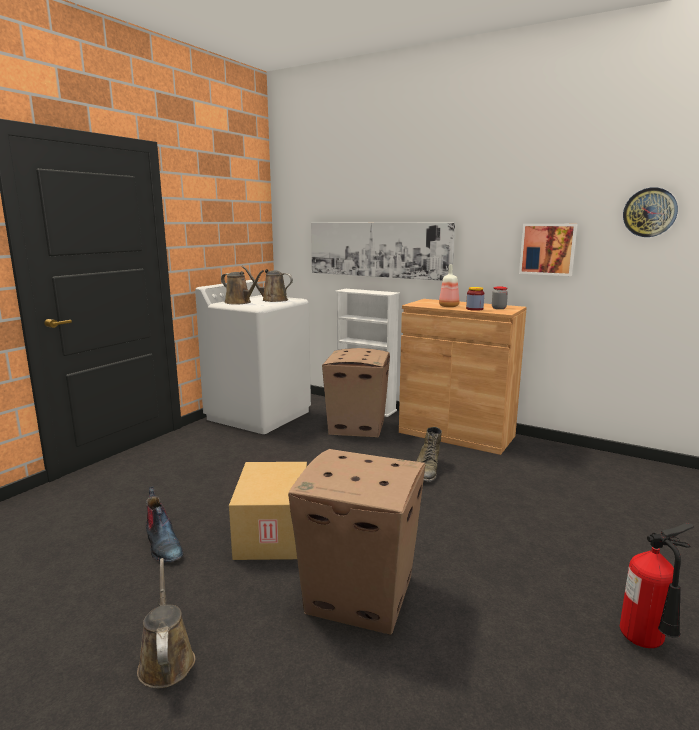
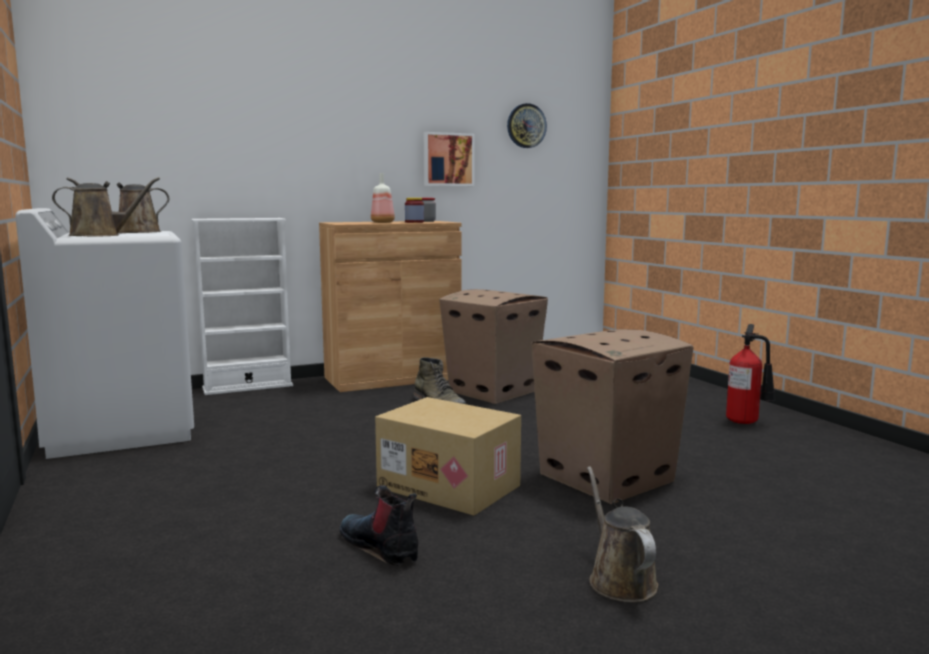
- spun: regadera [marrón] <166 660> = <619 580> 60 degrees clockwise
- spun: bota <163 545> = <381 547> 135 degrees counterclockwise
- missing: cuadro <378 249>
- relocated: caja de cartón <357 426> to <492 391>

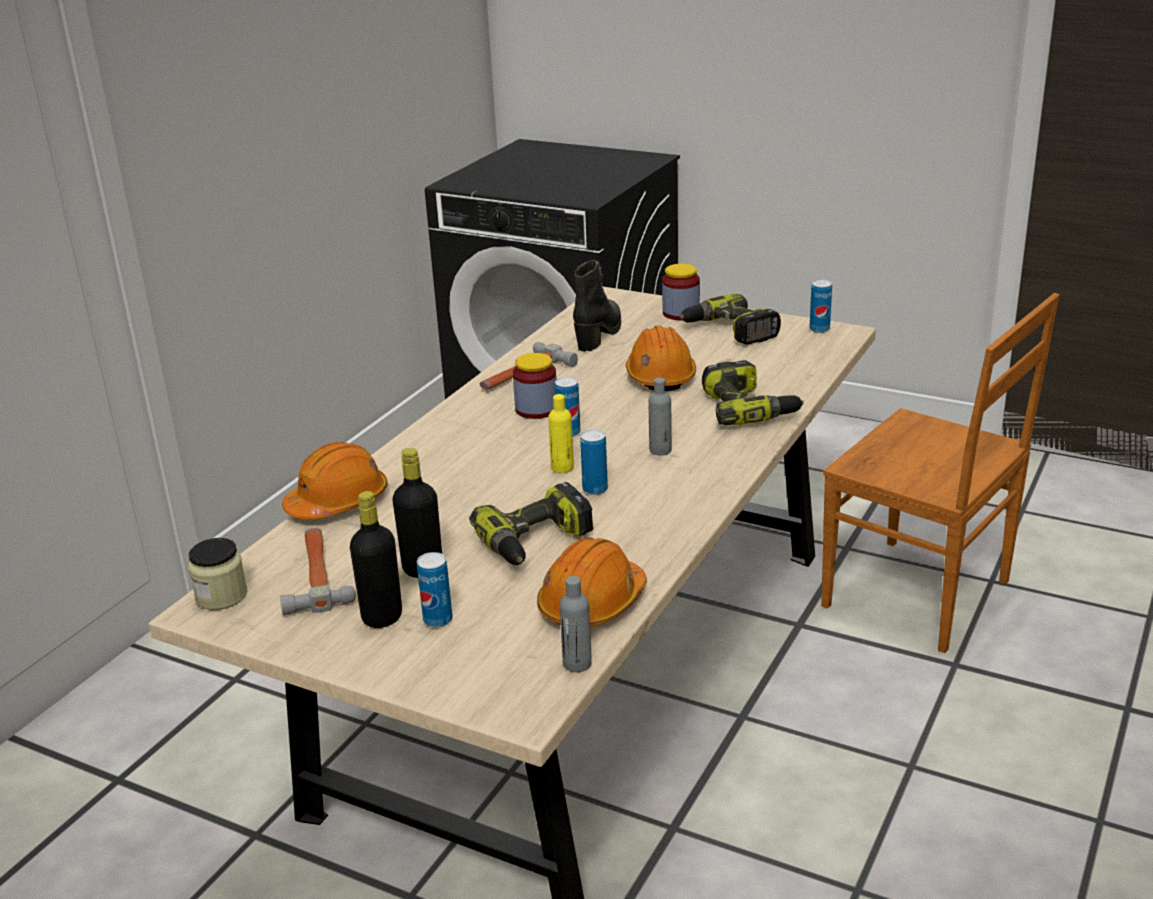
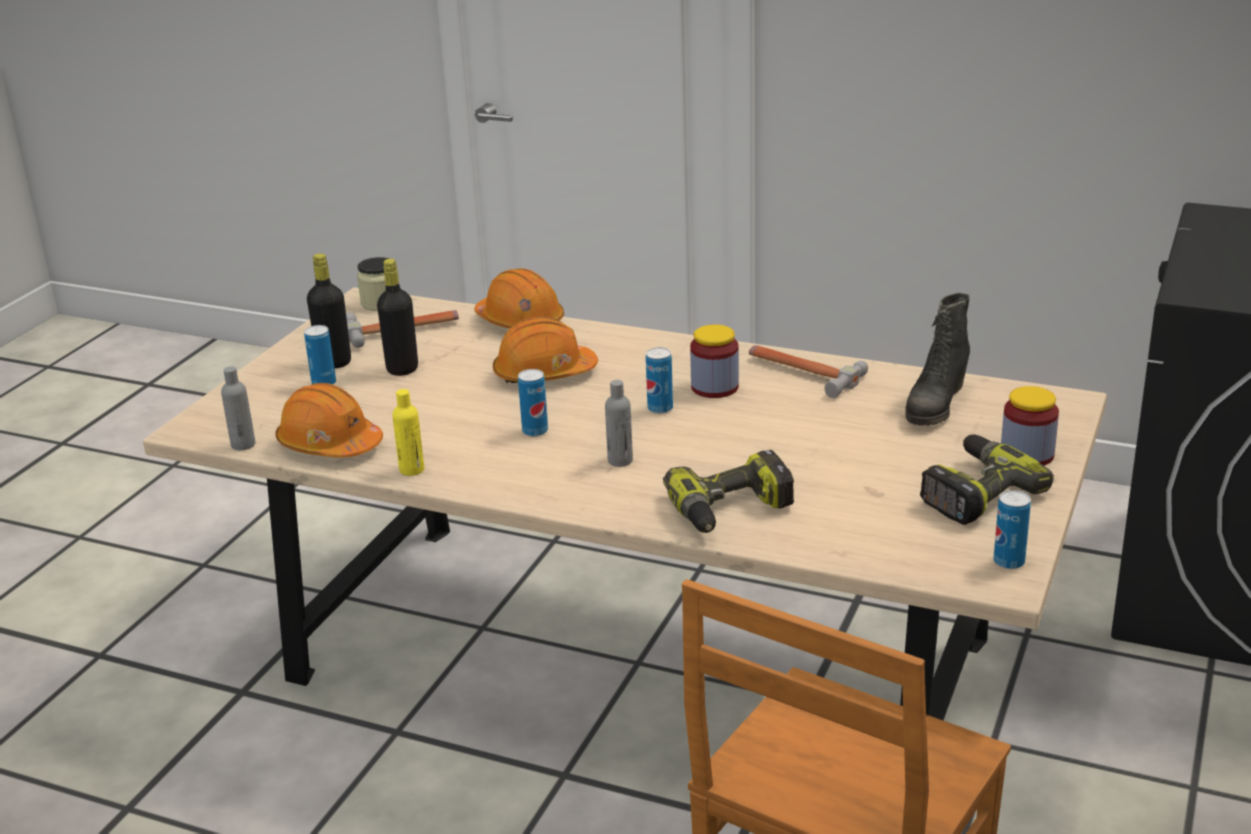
- missing: taladro <536 542>
- relocated: botella [amarillo] <562 468> to <412 470>
- spun: bota [negro] <599 334> = <935 406> 105 degrees clockwise
- relocated: casco [naranja] <660 376> to <544 373>

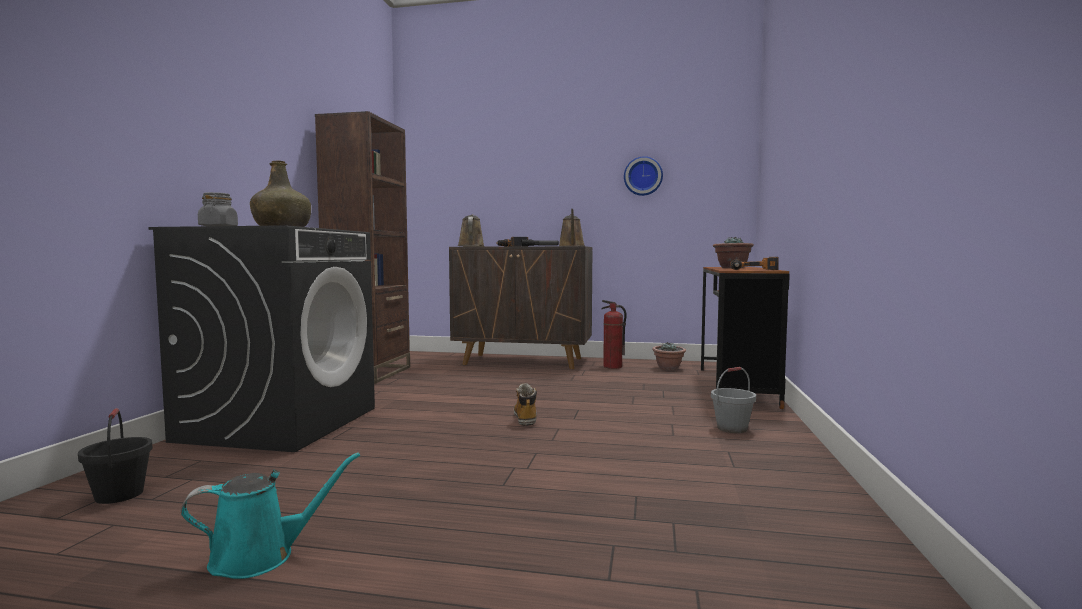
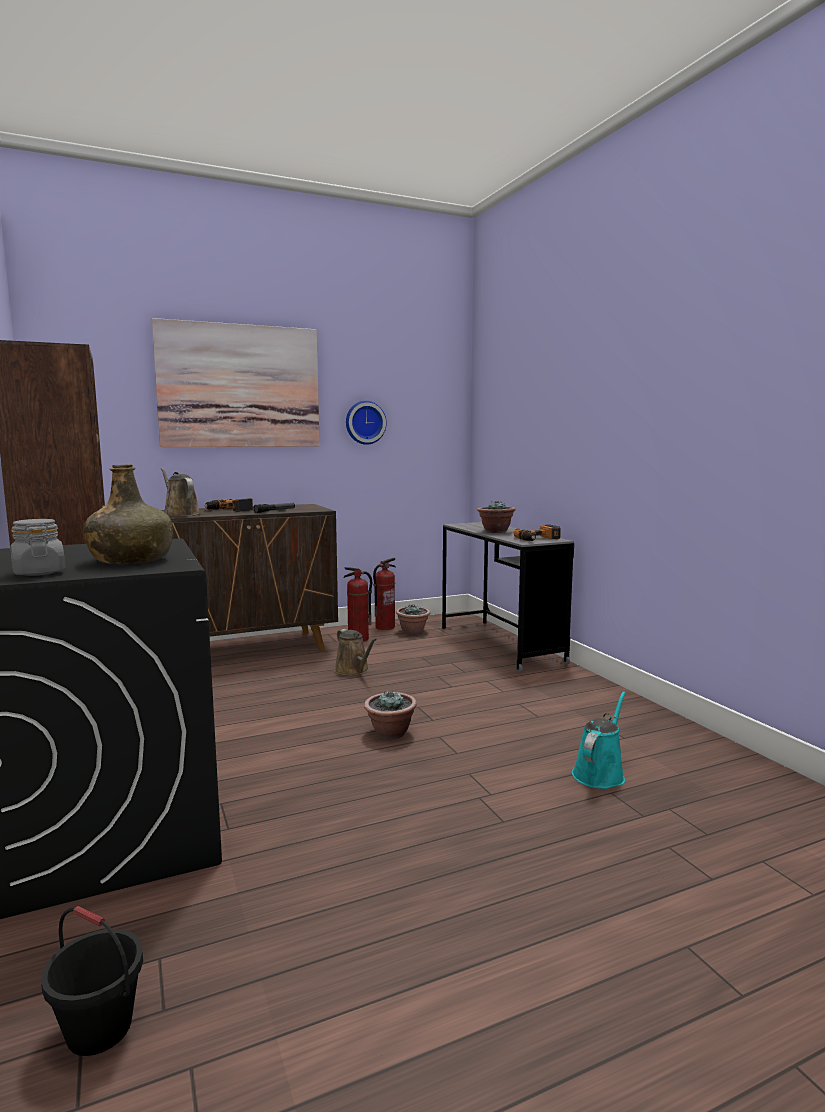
- relocated: regadera [turquesa] <261 557> to <600 773>
- exchanged: bota <525 419> to planta en maceta <390 733>
- relocated: regadera [marrón] <571 246> to <354 670>
- colour: escritorio [marrón] <736 387> to escritorio [gris] <500 644>
- missing: cubo [gris] <732 428>
- appeared: cuadro <240 386>
- appeared: extintor <385 627>

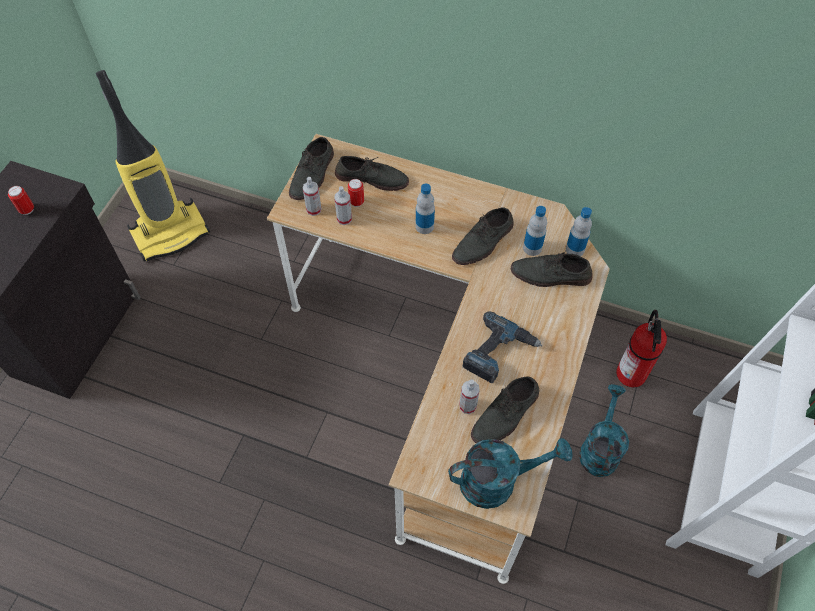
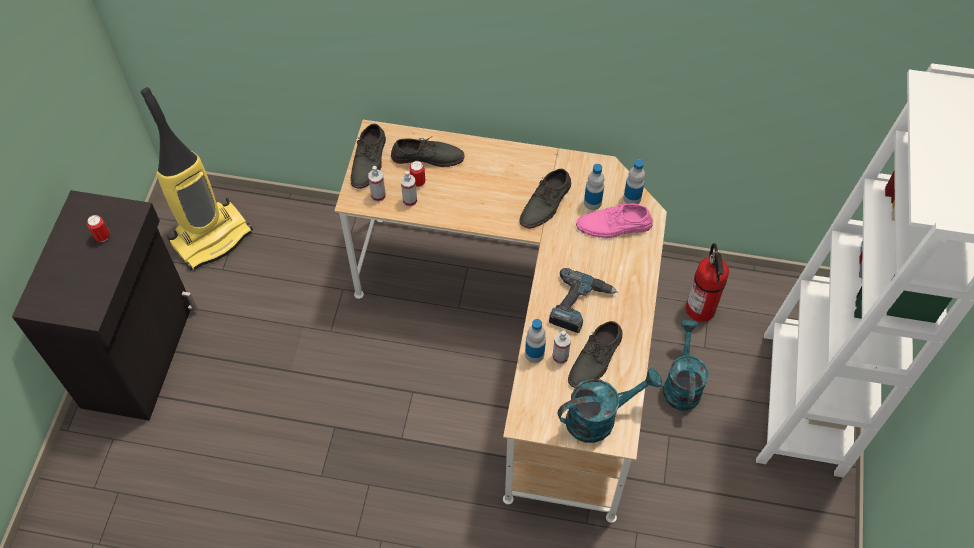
- relocated: botella <424 226> to <534 354>
- colour: zapato [gris] <550 275> to zapato [rosa] <614 226>

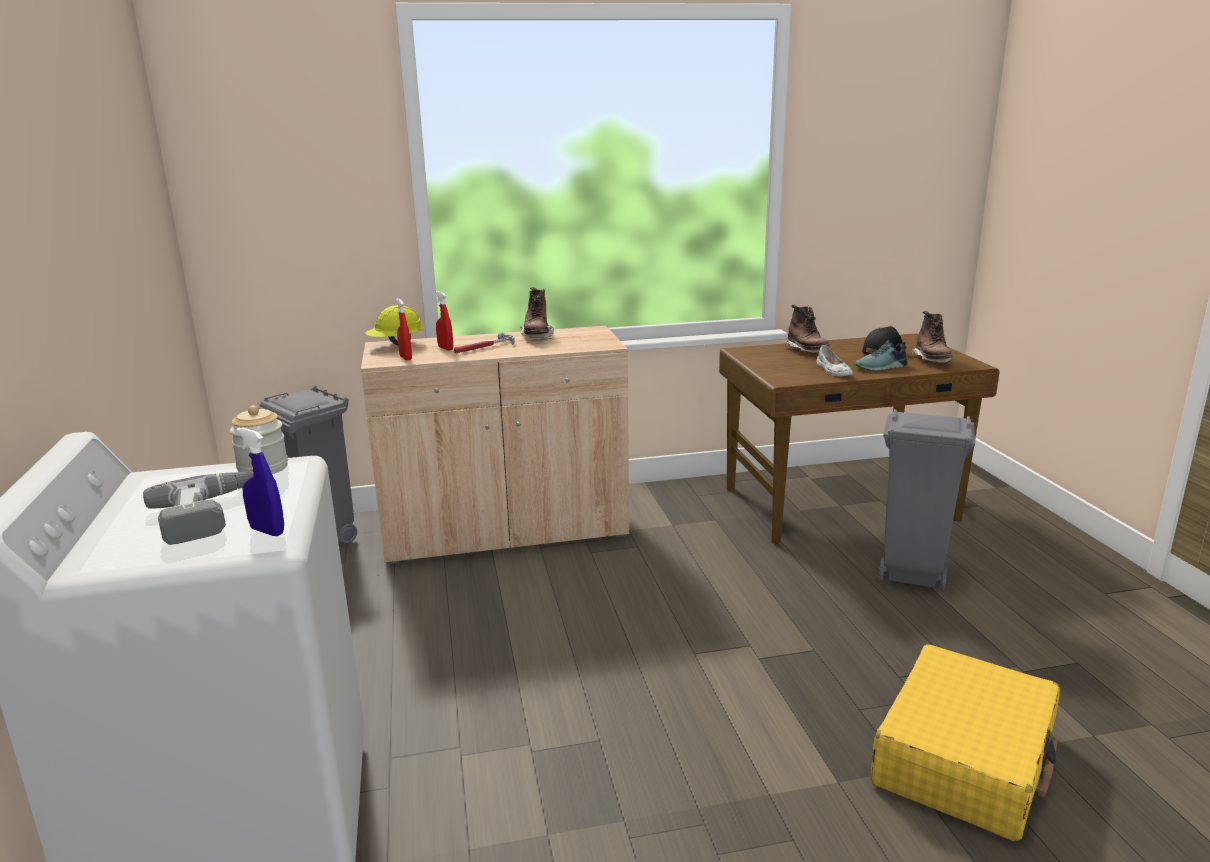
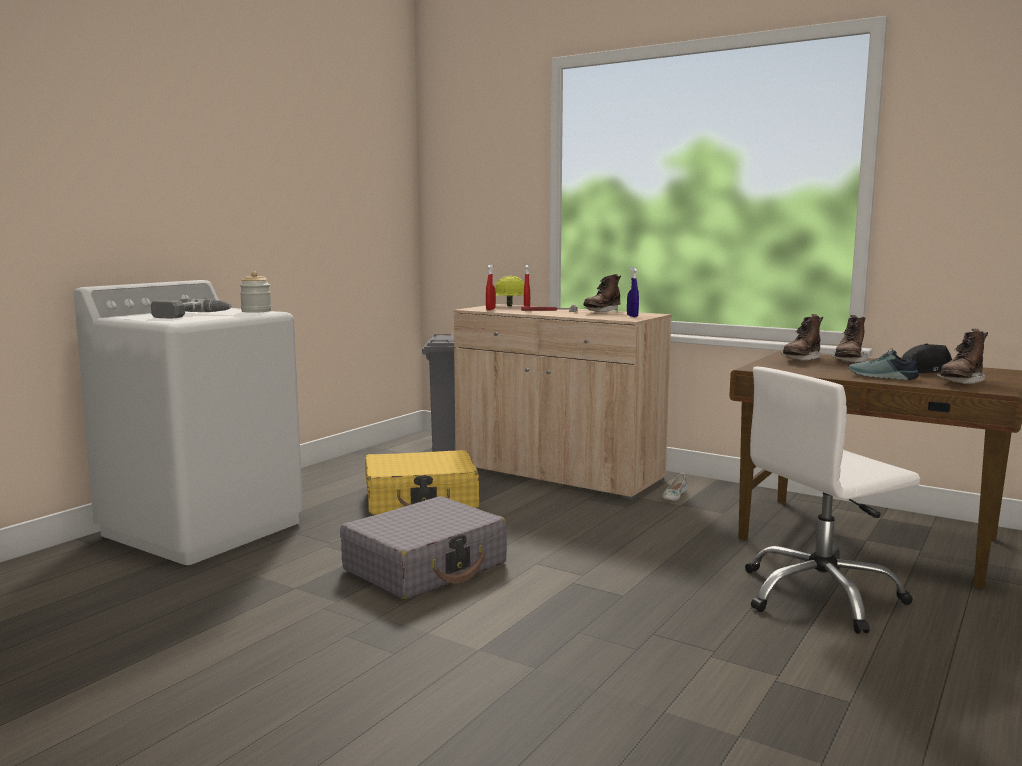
- relocated: pulverizador [azul] <267 531> to <632 316>
- relocated: zapato [blanco] <833 371> to <674 495>
- relocated: maleta [amarillo] <964 759> to <421 500>
- exchanged: papelera [gris] <910 575> to silla de oficina [blanco] <820 596>
- appeared: maleta [gris] <426 566>
- appeared: bota [marrón] <801 359>

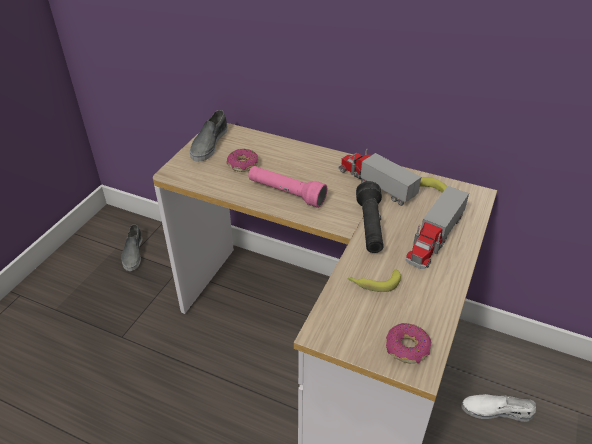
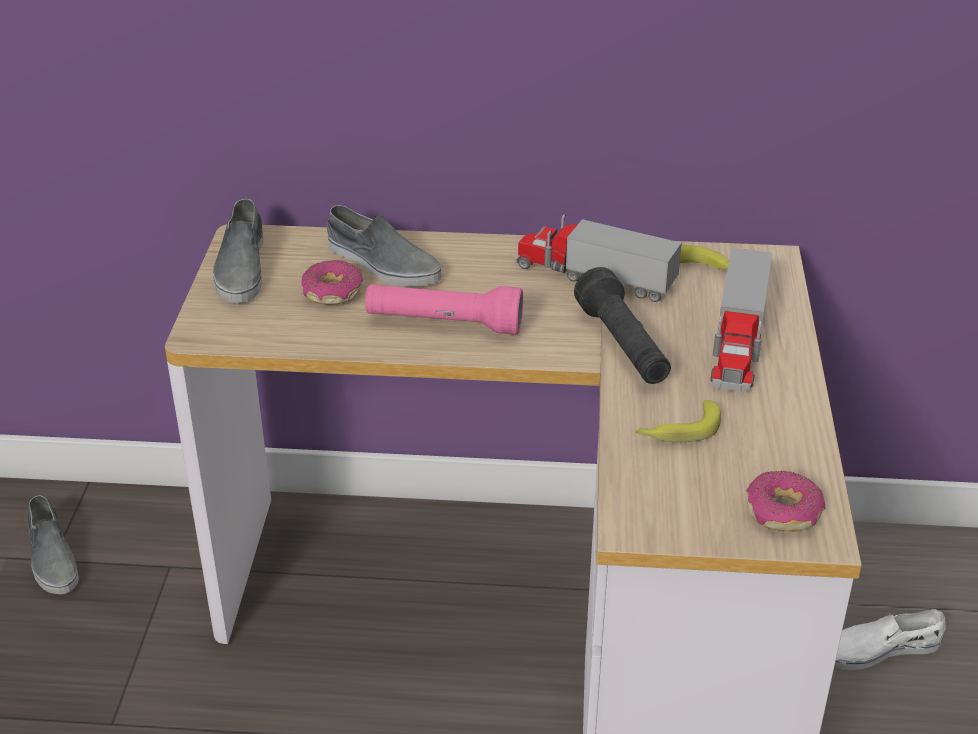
- appeared: zapato [gris] <382 264>

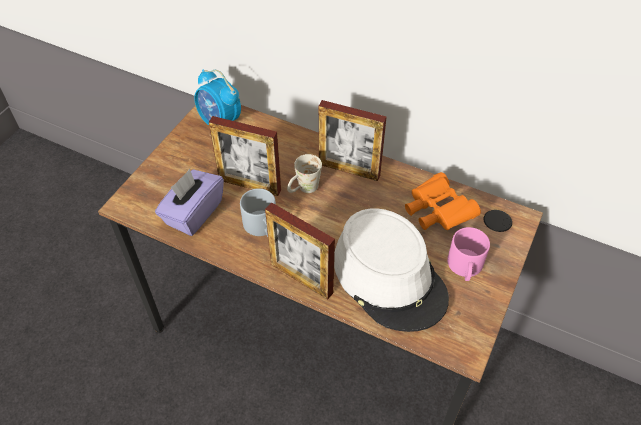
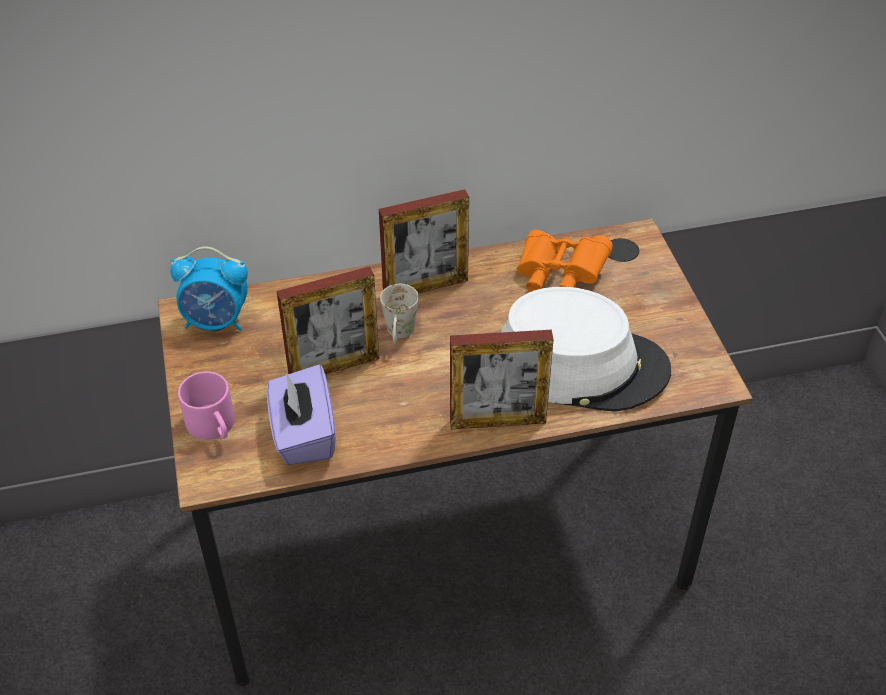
- missing: taza grande [gris] <263 227>
- relocated: taza grande [rosa] <466 267> to <215 426>

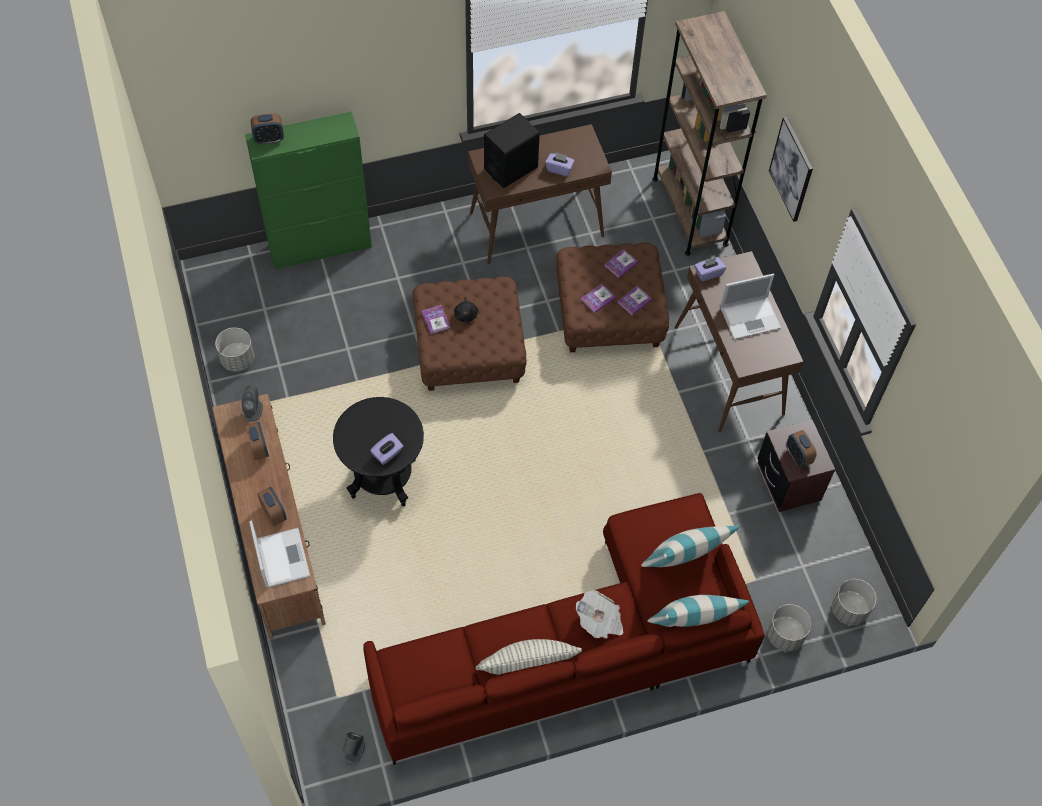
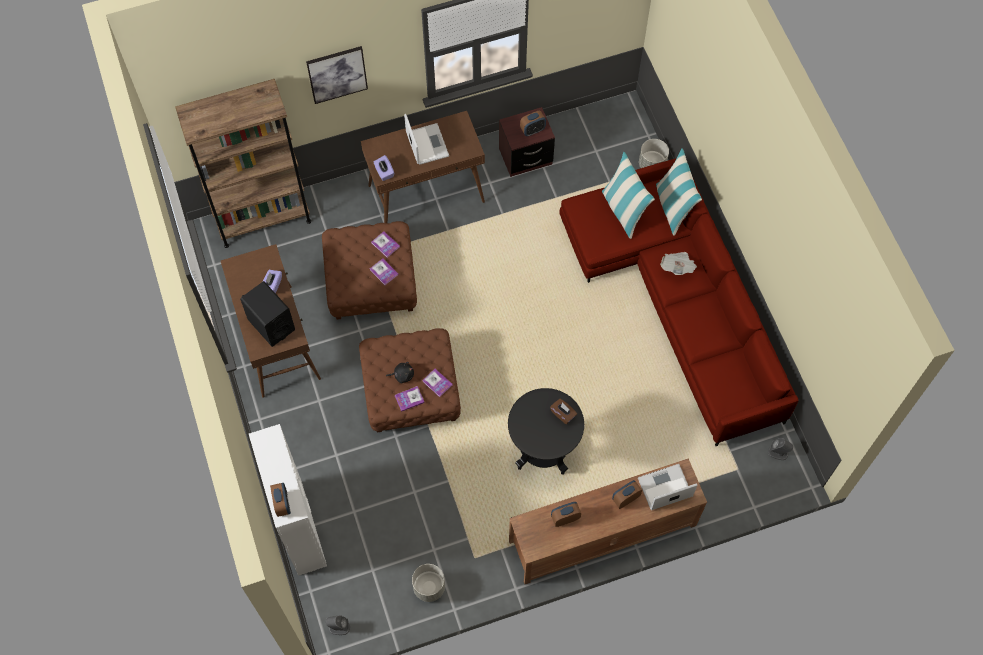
- relocated: altavoz [gris] <253 410> to <339 627>
- colour: armario [verde] <320 246> to armario [blanco] <300 527>
- colour: caja de pañuelos [morado] <387 454> to caja de pañuelos [marrón] <563 414>
- missing: cojín <527 667>
- relocated: libro <621 264> to <437 383>
- missing: maceta [gris] <849 609>

